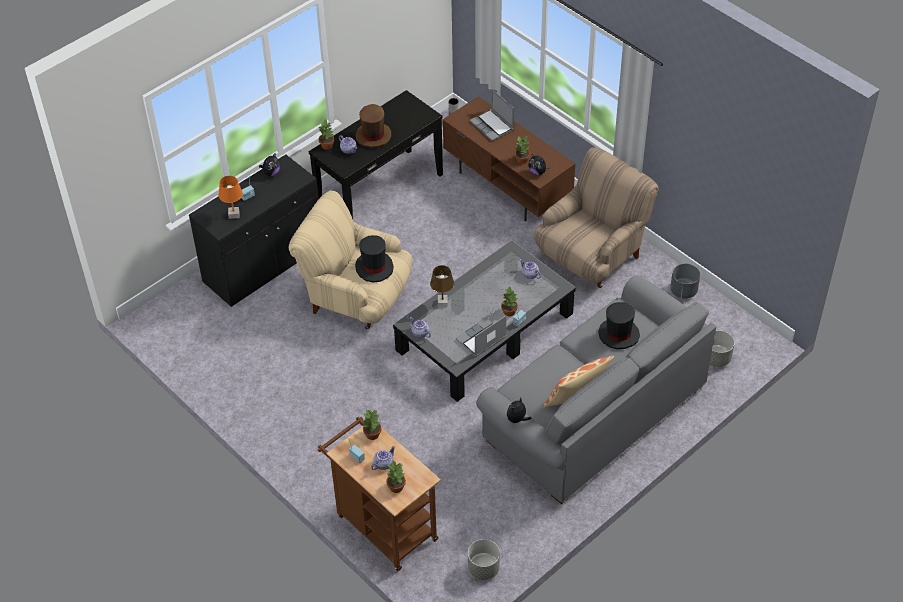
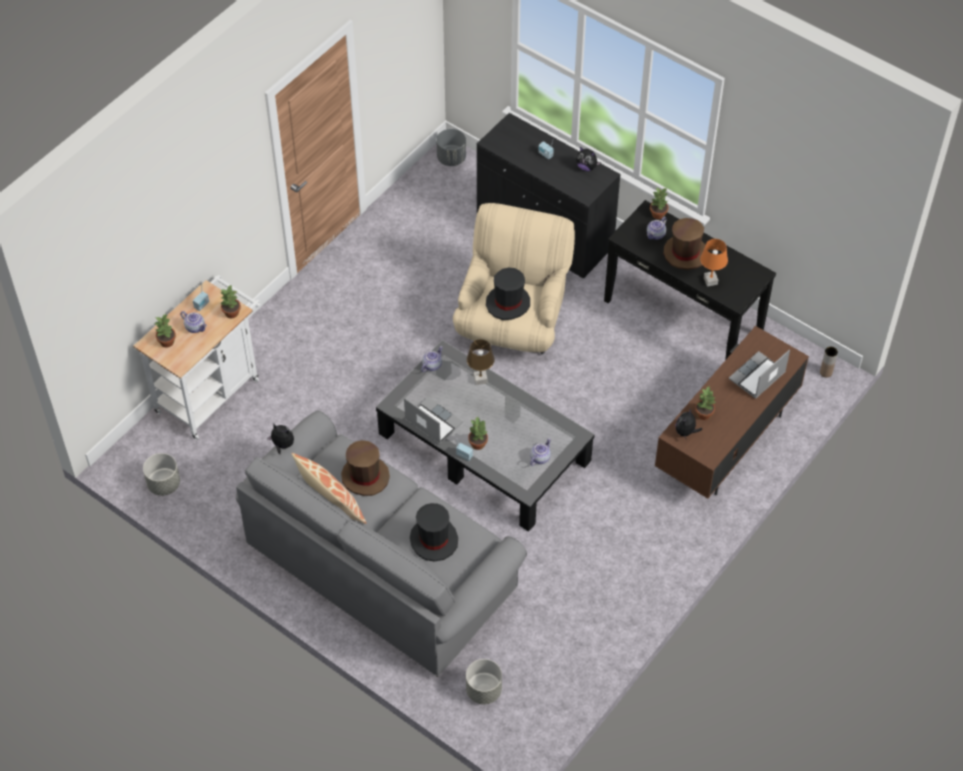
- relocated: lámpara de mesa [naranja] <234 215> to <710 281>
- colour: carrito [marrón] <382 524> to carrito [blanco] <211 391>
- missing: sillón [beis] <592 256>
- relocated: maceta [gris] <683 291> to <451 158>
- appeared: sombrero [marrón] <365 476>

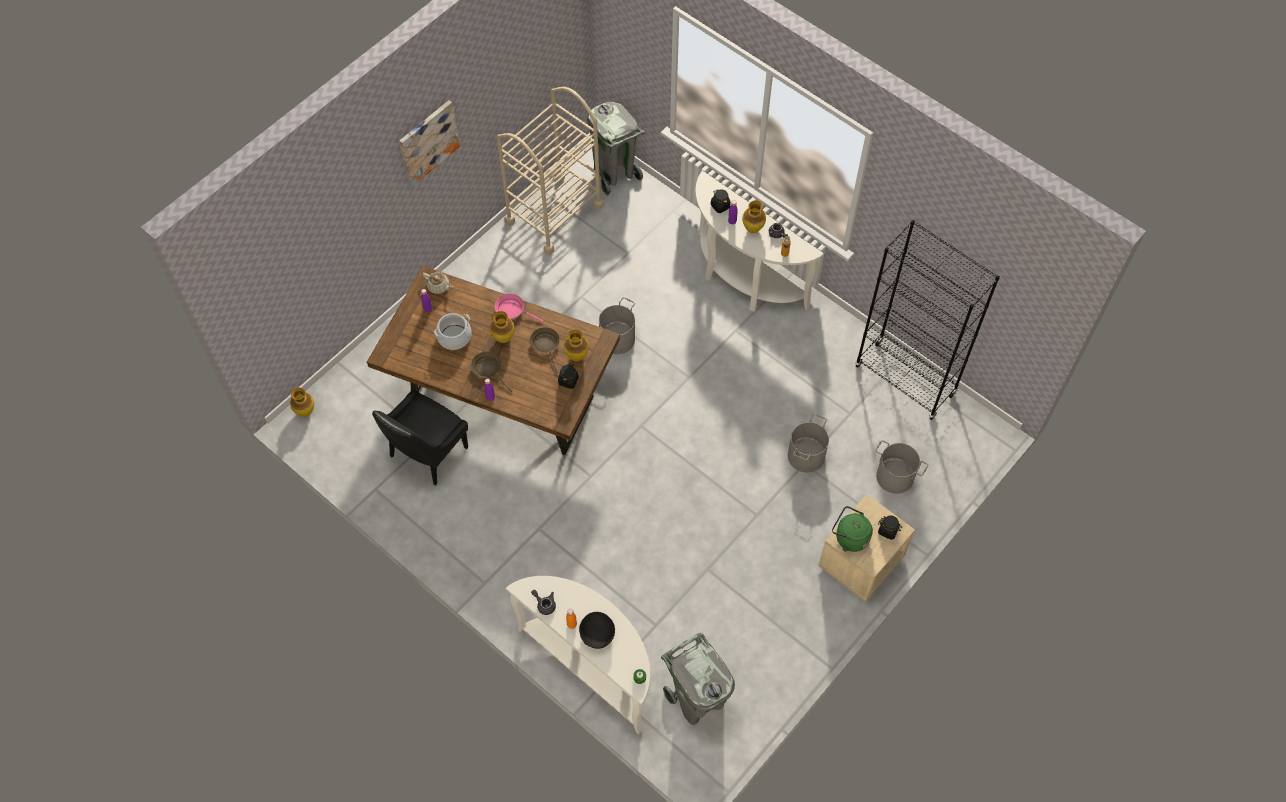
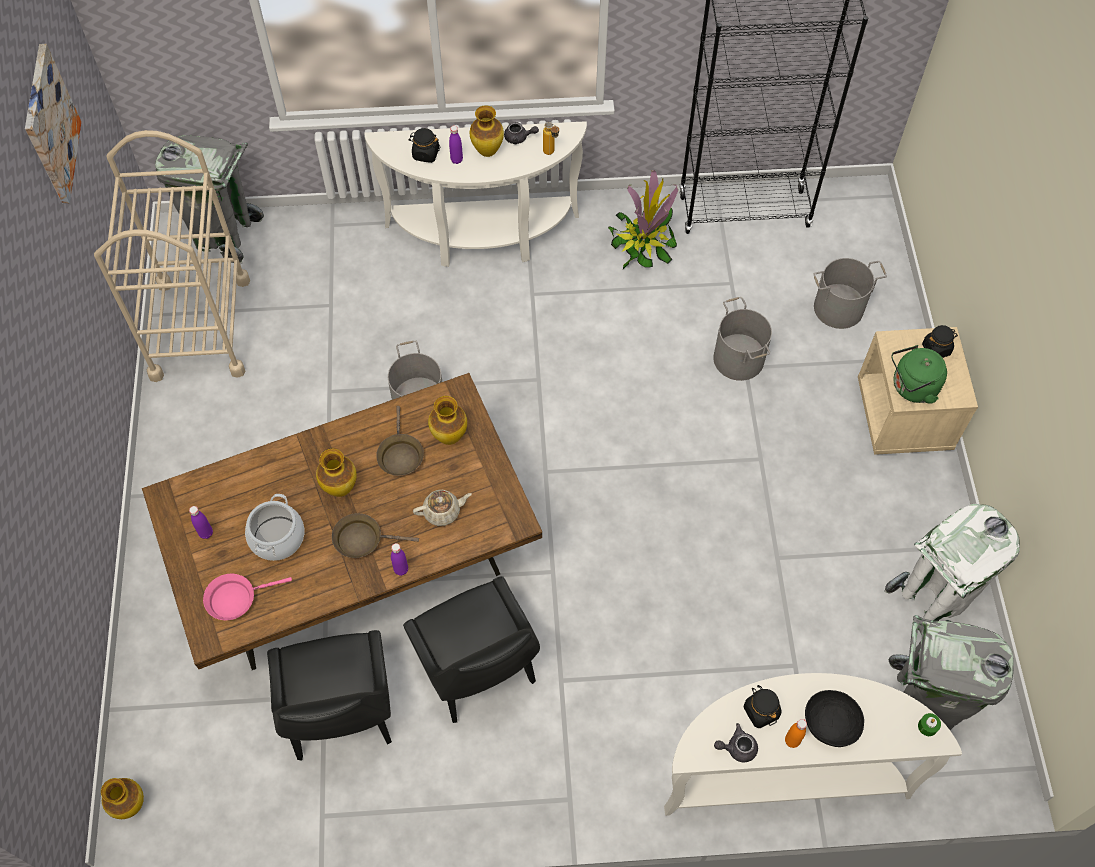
- relocated: cuadro <428 142> to <50 125>
- relocated: tetera [beis] <439 286> to <443 512>
- relocated: sartén [rosa] <512 310> to <235 598>
- spun: sartén [marrón] <546 345> = <400 455> 120 degrees counterclockwise
- relocated: tarro [negro] <568 380> to <761 711>
- appeared: silla [negro] <479 672>
- appeared: planta en maceta <643 243>
- appeared: papelera [blanco] <932 598>

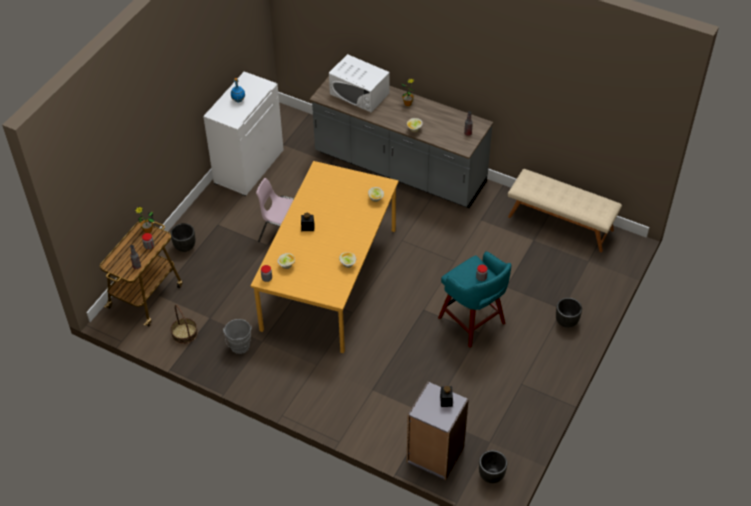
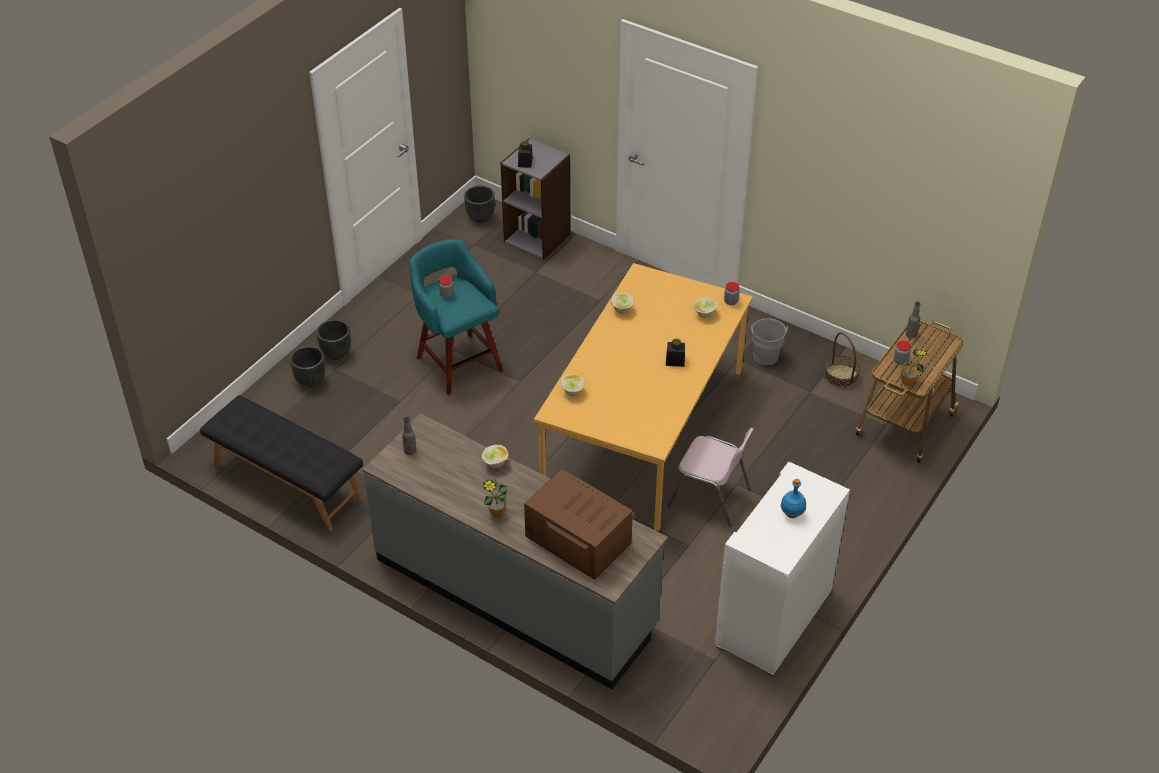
- relocated: maceta [negro] <185 247> to <310 380>
- colour: microondas [blanco] <359 94> to microondas [marrón] <578 539>
- colour: banco [beis] <561 223> to banco [negro] <287 483>

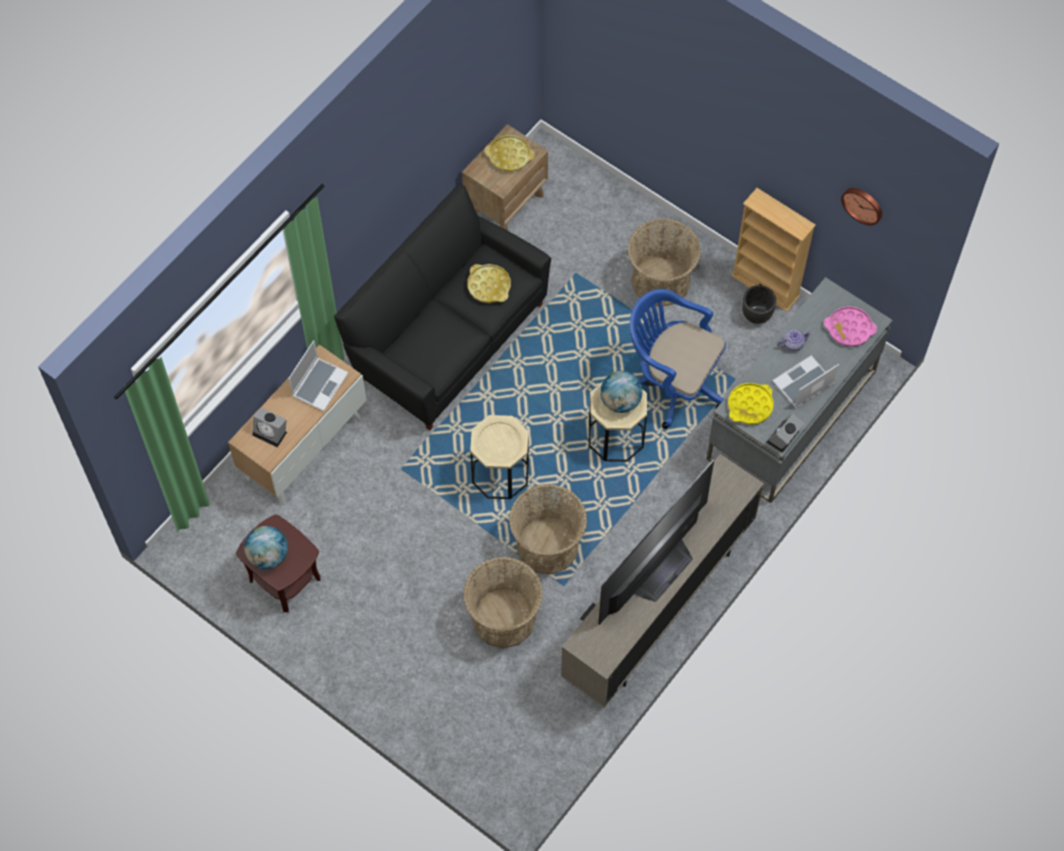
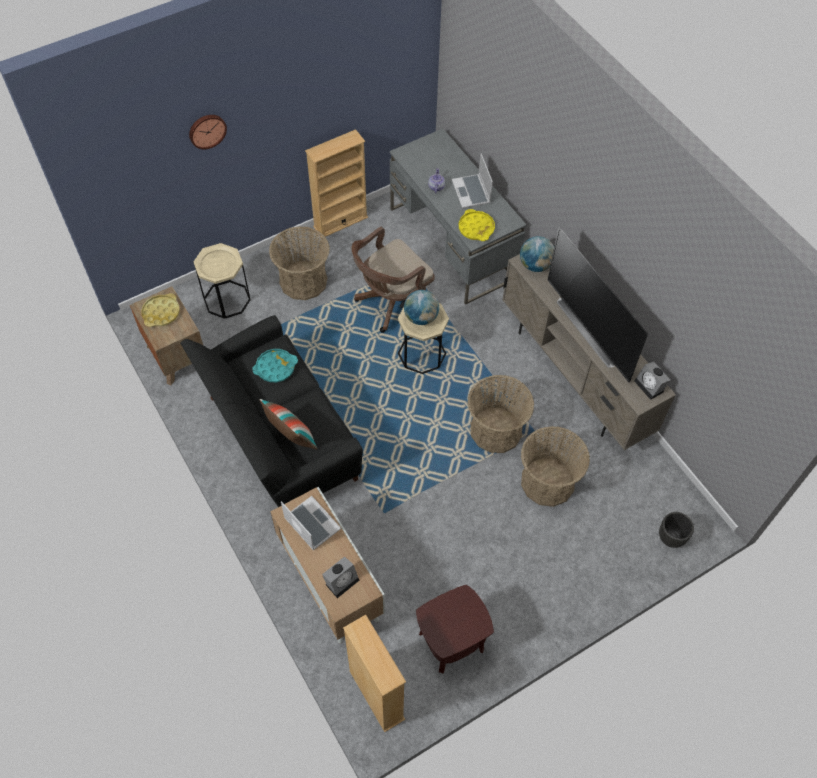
- relocated: globo terráqueo <268 556> to <535 265>
- colour: bandeja [amarillo] <489 286> to bandeja [turquesa] <275 367>
- relocated: mesa auxiliar [beis] <500 474> to <227 299>
- colour: silla de oficina [azul] <671 382> to silla de oficina [marrón] <392 303>
- relocated: maceta [negro] <756 315> to <671 538>
- relocated: despertador <783 438> to <650 386>
- missing: bandeja [rosa] <849 329>
- relocated: reloj de pared <863 204> to <207 130>
- appeared: cojín <291 437>
- appeared: estantería [beis] <376 695>

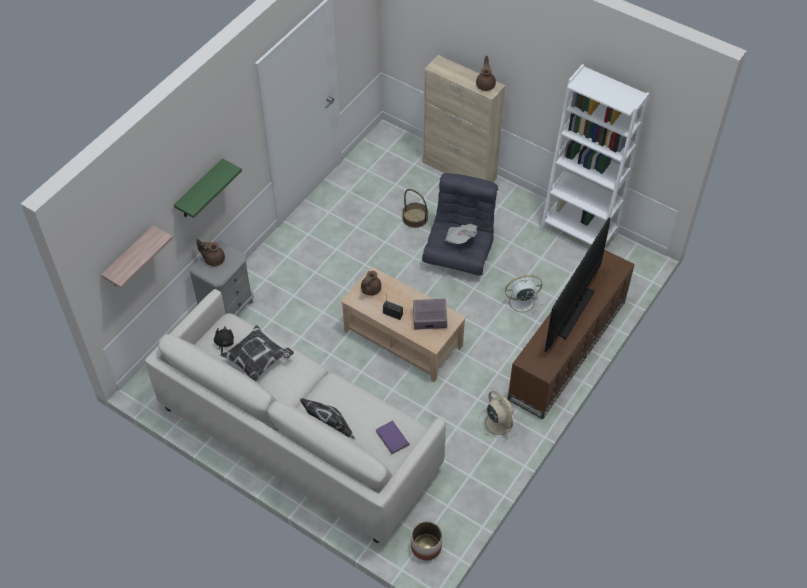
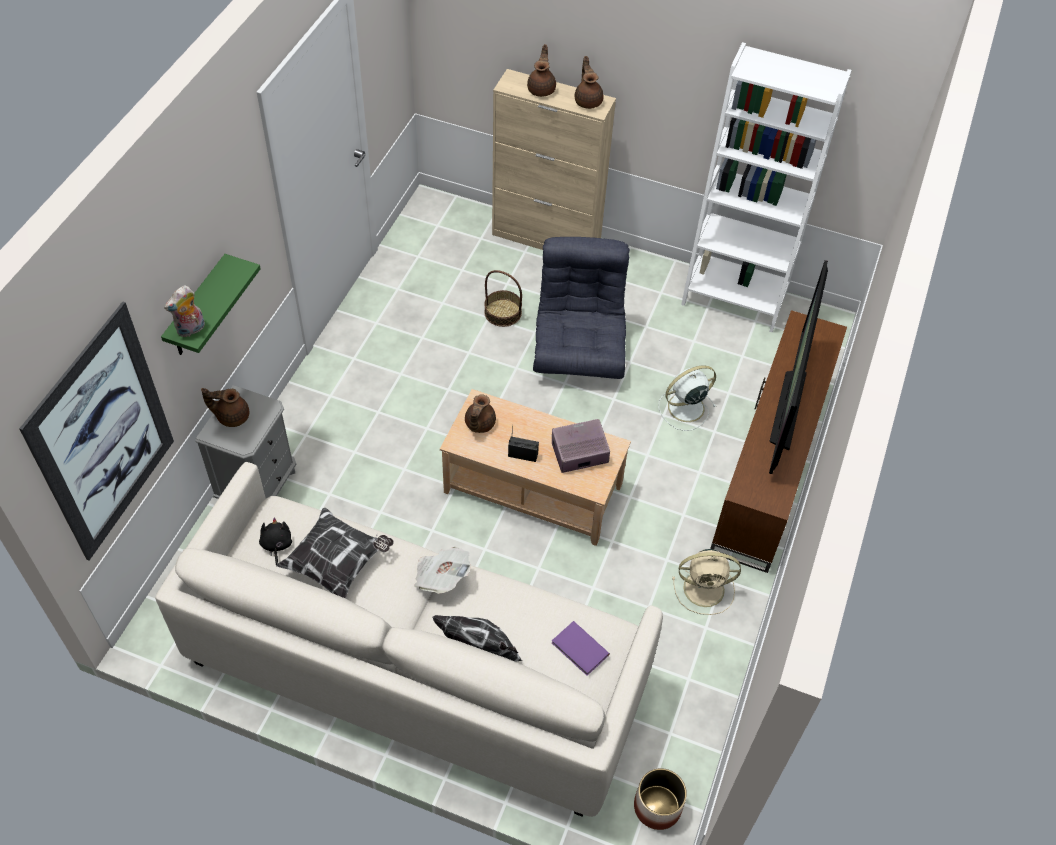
- exchanged: estante <130 258> to cuadro <103 435>
- relocated: periódico <460 239> to <441 577>
- spun: ventilador [beis] <498 422> = <705 589> 135 degrees clockwise
- appeared: peluche <191 330>
- appeared: tetera [marrón] <542 89>

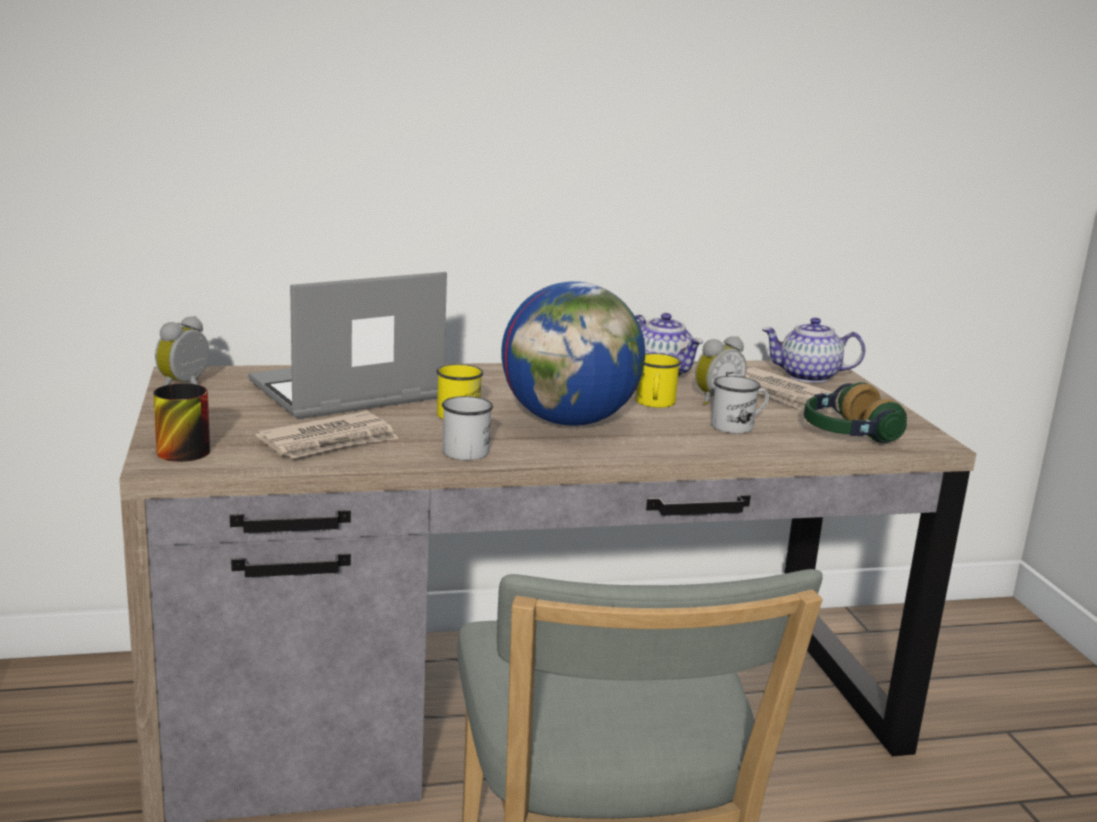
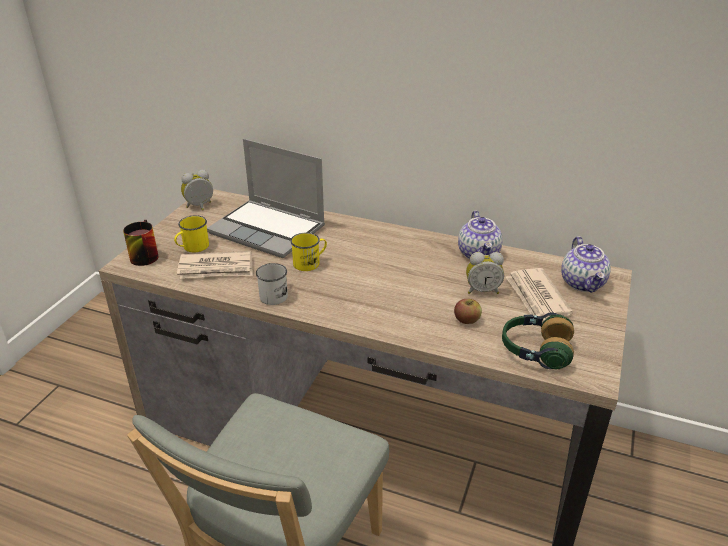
- spun: portátil <345 393> = <269 230> 150 degrees counterclockwise
- missing: globo terráqueo <569 421>
- relocated: taza grande [amarillo] <654 403> to <192 247>
- exchanged: taza grande [blanco] <738 426> to manzana <466 320>
- spun: tetera <807 376> = <583 283> 135 degrees counterclockwise

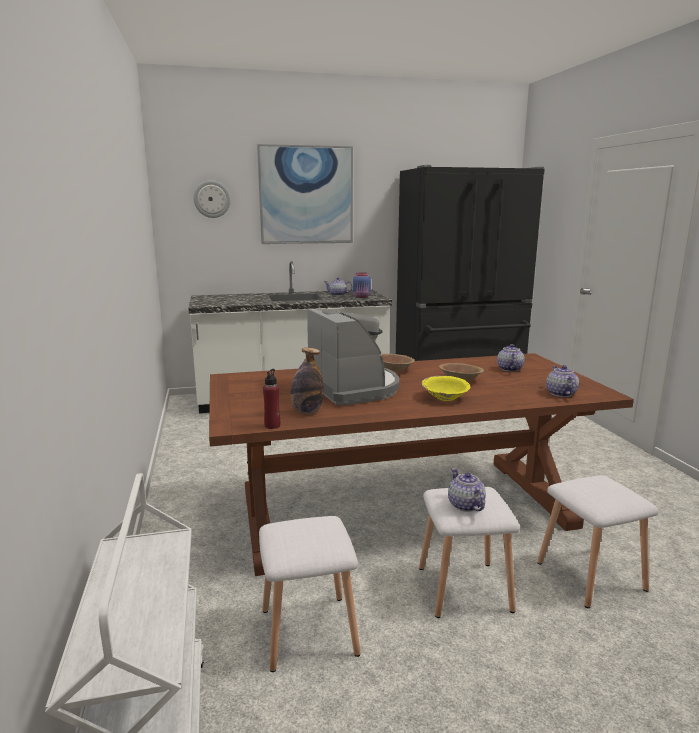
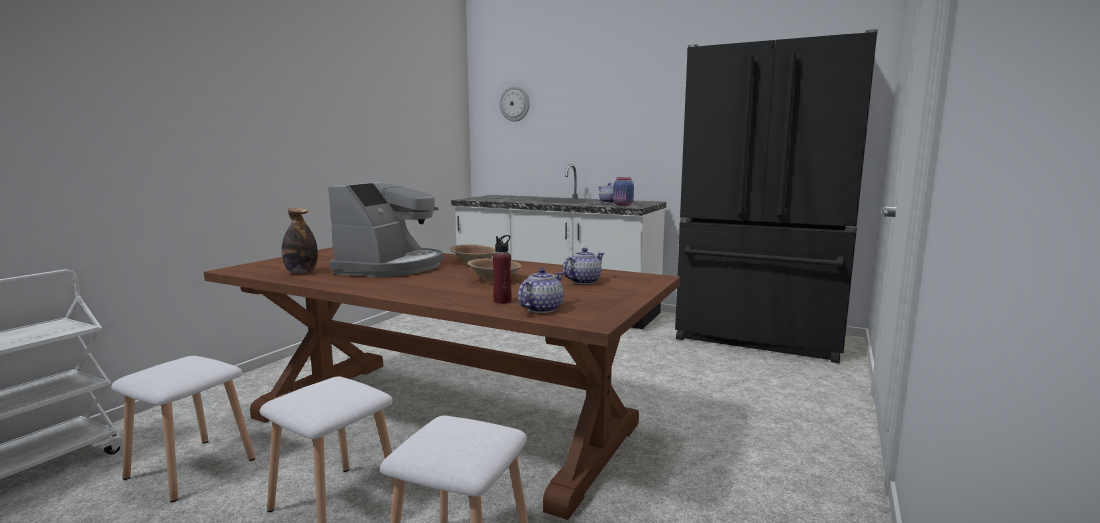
- missing: cuadro <306 195>
- relocated: botella [rojo] <272 426> to <502 301>
- missing: cuenco [amarillo] <445 397>
- missing: tetera <465 505>

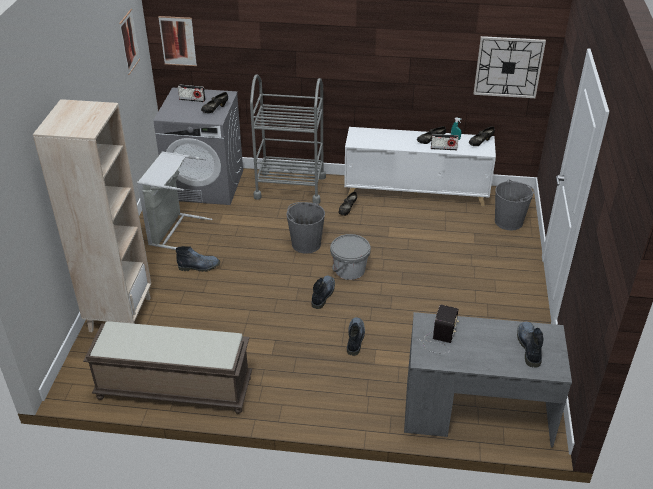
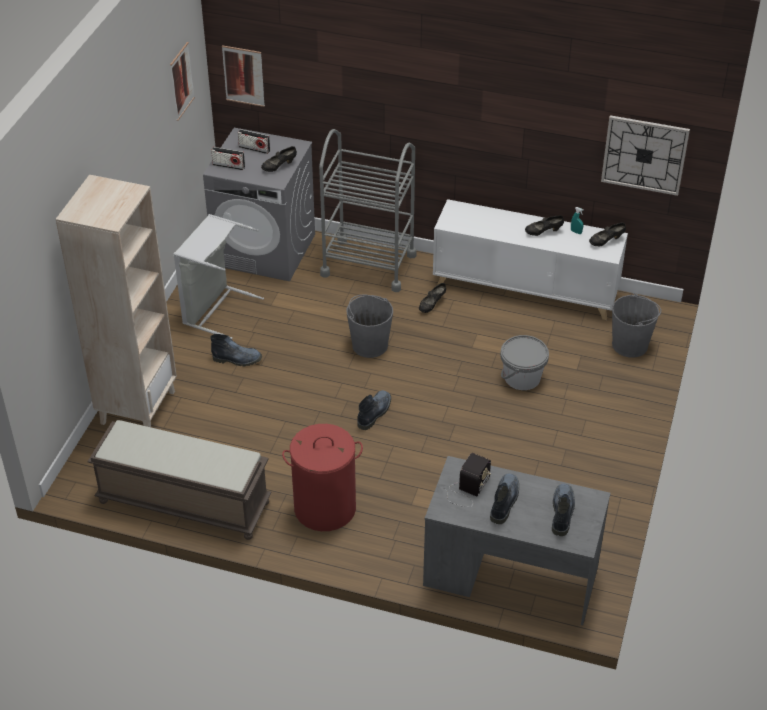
- relocated: cubo [gris] <349 270> to <522 377>
- relocated: bota <355 338> to <504 500>
- relocated: radio <443 148> to <228 166>
- appeared: cesto de la ropa [rojo] <325 508>

